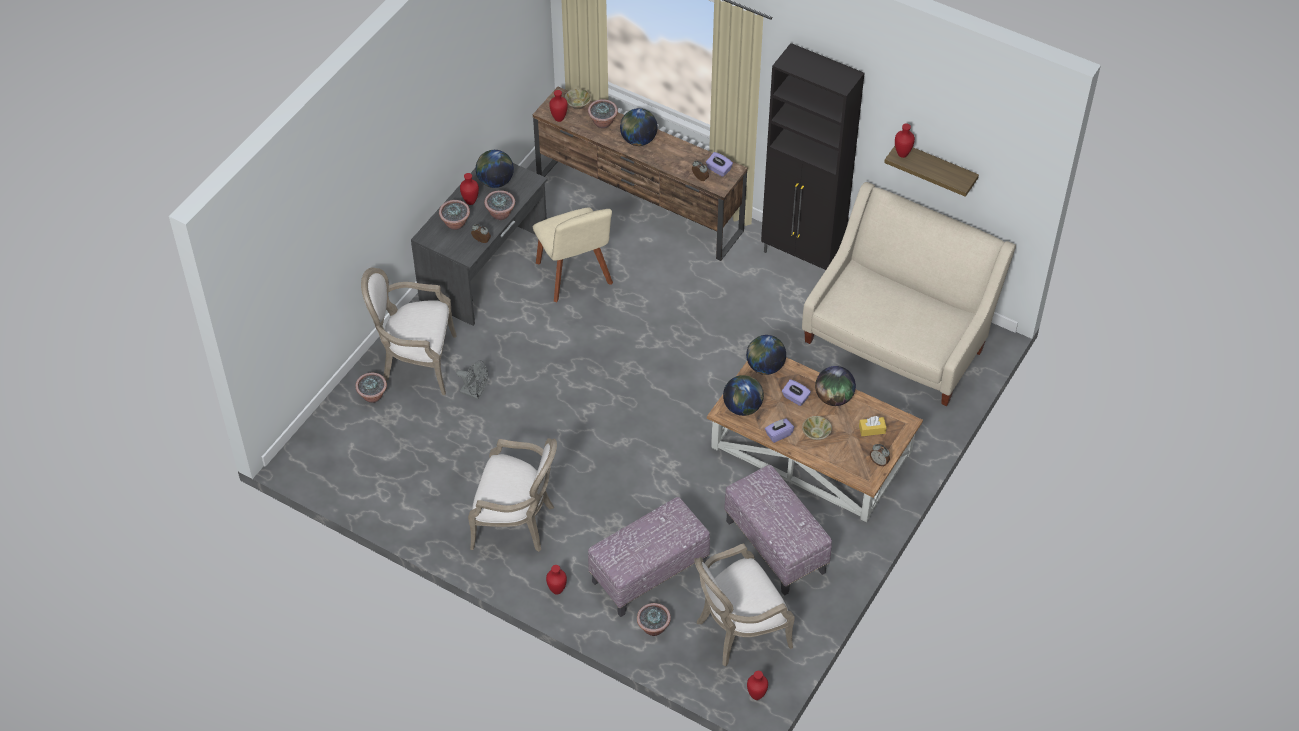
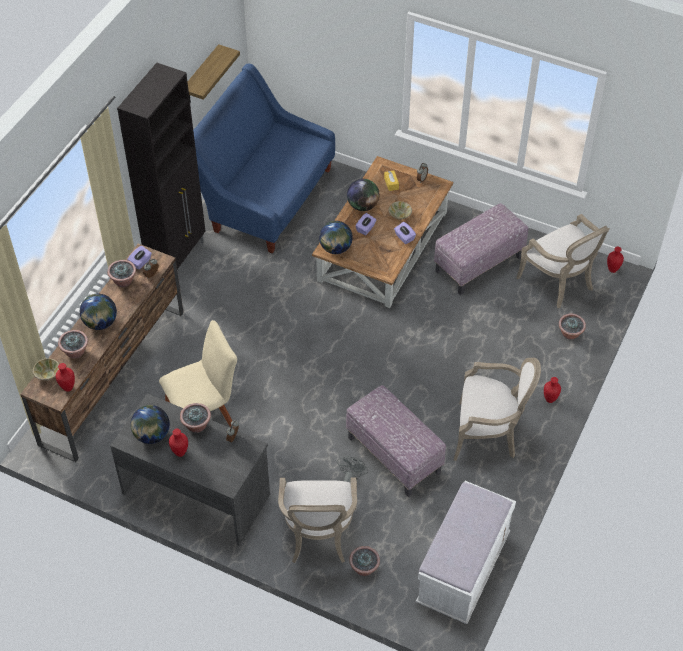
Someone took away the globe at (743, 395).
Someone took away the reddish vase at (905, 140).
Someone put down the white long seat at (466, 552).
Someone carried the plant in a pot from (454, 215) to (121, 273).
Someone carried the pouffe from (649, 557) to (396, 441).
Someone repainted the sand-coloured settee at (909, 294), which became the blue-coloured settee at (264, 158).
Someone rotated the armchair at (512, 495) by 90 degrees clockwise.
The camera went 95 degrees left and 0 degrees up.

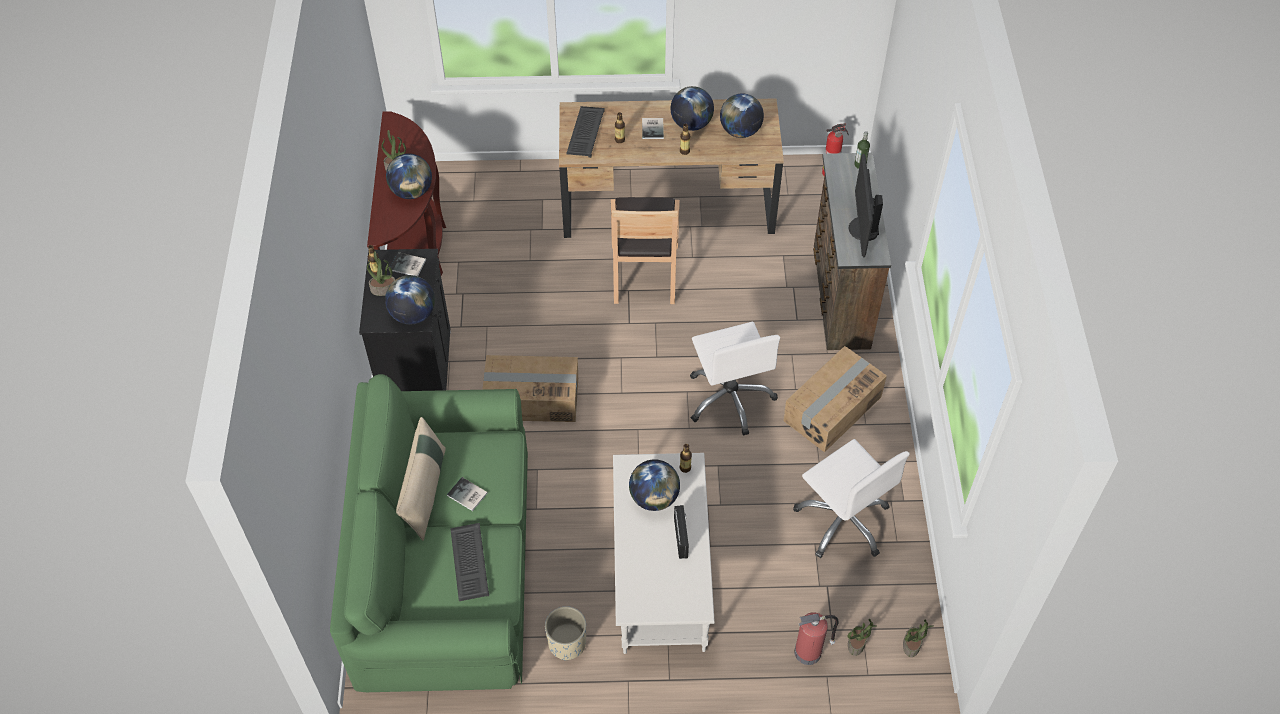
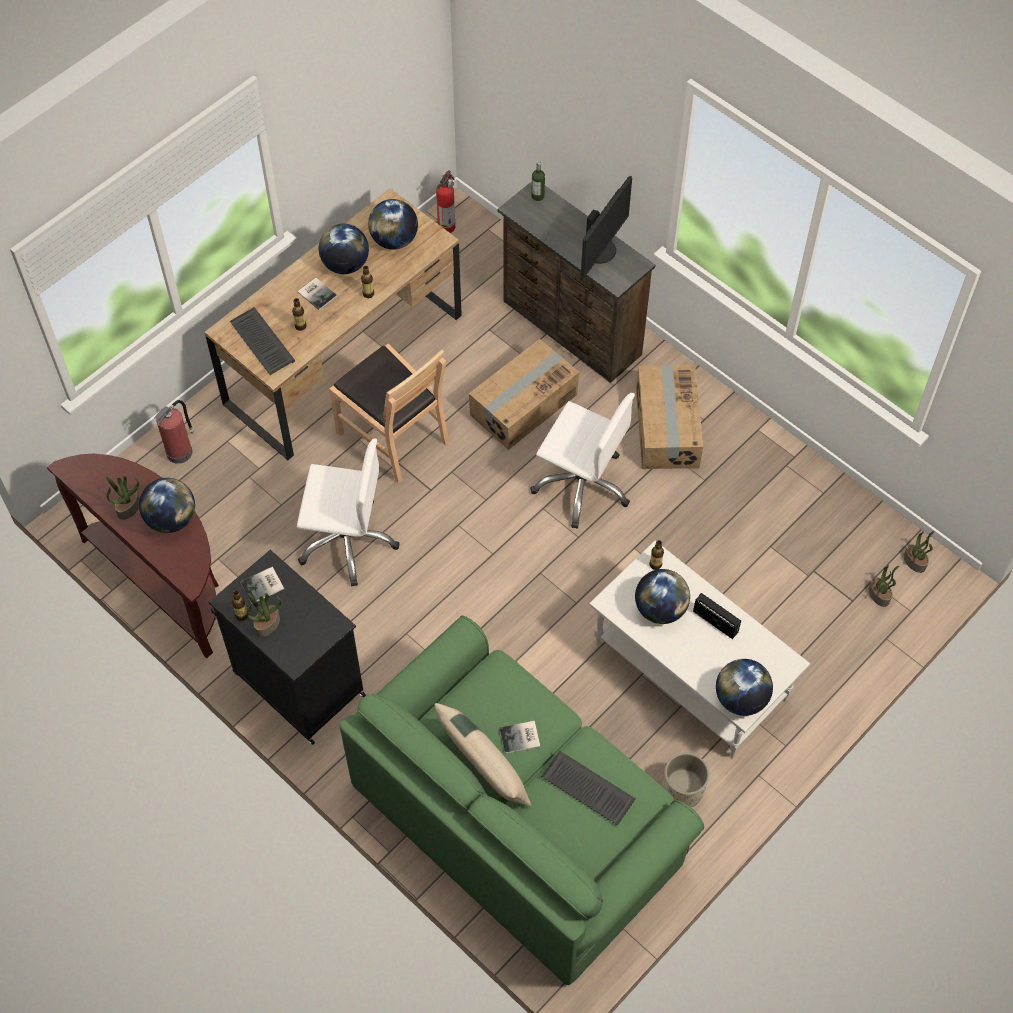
Someone carried the globe from (410, 299) to (744, 687).
Someone carried the packing box from (530, 388) to (524, 394).
Someone carried the white office chair from (851, 498) to (348, 512).
Someone carried the extinguisher from (816, 638) to (174, 432).
Someone rotated the monitor at (865, 205) by 105 degrees counterclockwise.
The camera went 45 degrees left and 5 degrees up.

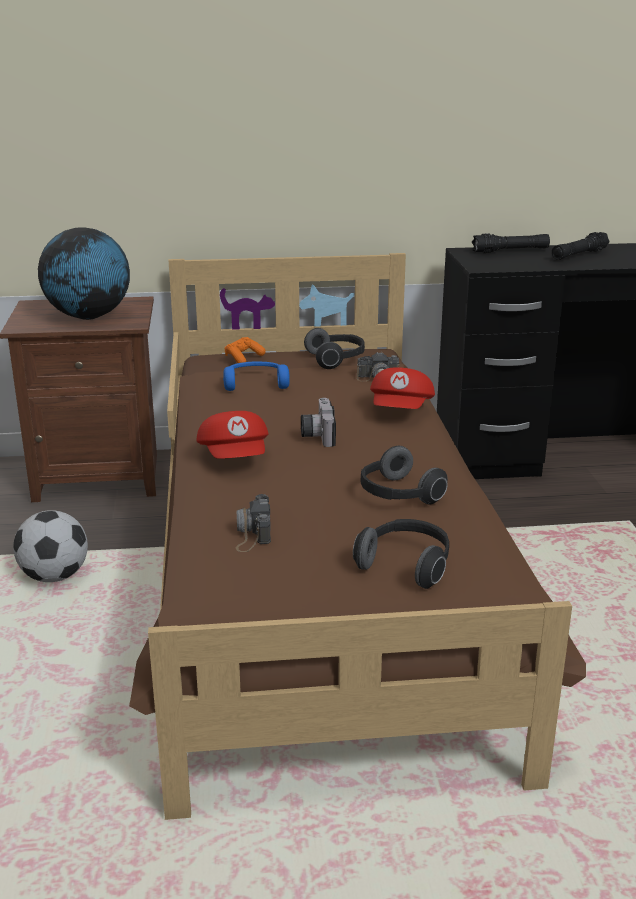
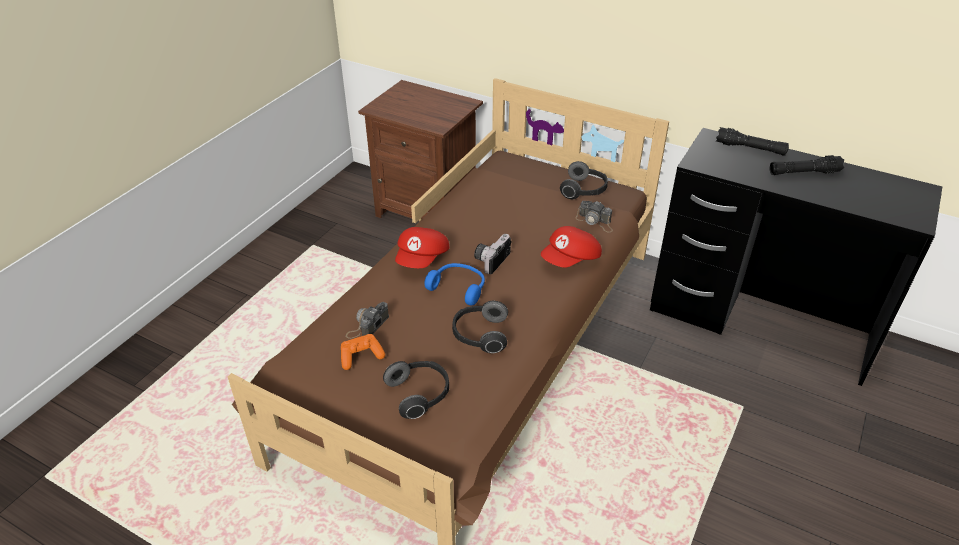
Someone took away the football at (50, 546).
Someone took away the globe at (84, 273).
Someone carried the blue-coloured pair of headphones from (256, 376) to (454, 284).
Someone carried the orangey gamepad from (245, 350) to (363, 352).
The camera went 35 degrees right and 15 degrees up.

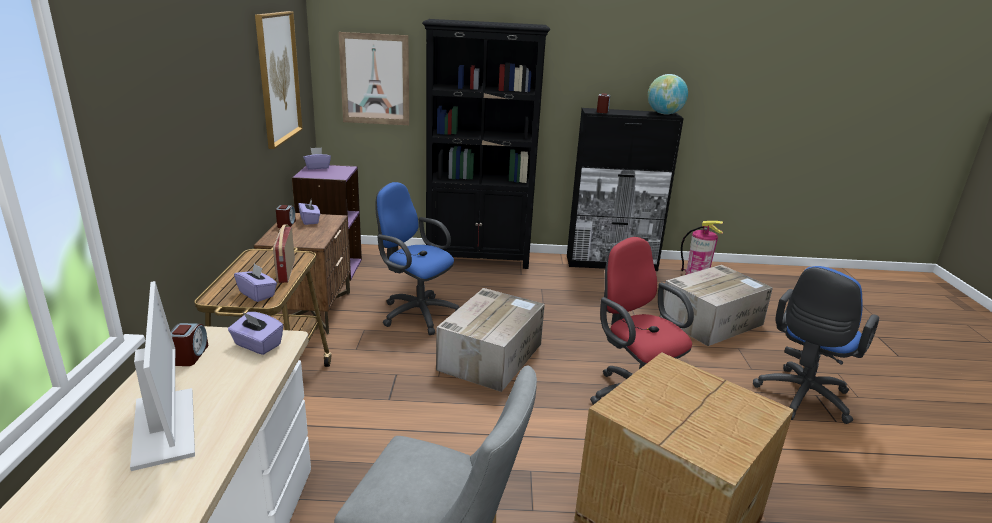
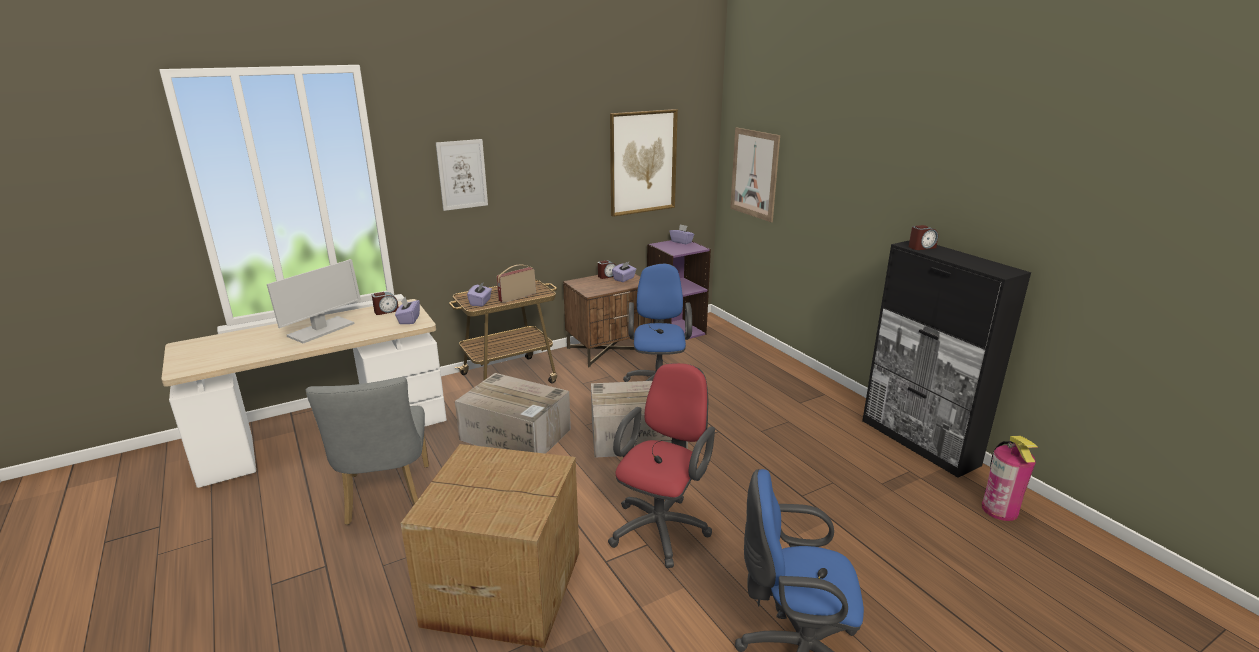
Someone took away the blackish bookshelf at (486, 144).
Someone took away the globe at (668, 94).
Someone put up the wall art at (462, 175).
Someone carried the packing box from (716, 305) to (513, 413).
The camera went 60 degrees right and 0 degrees up.

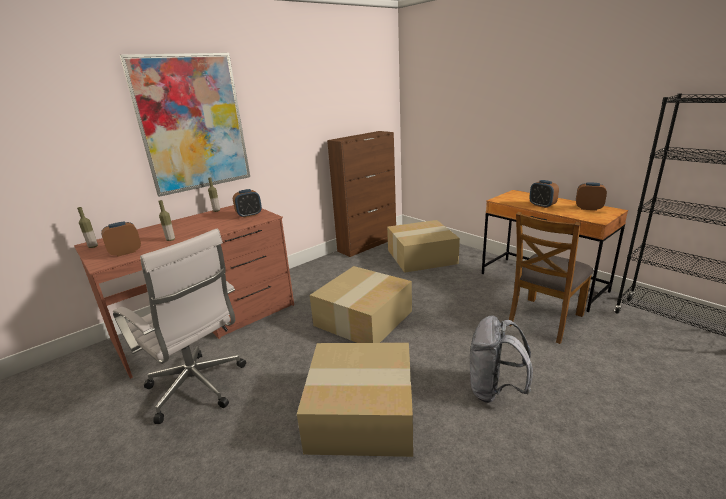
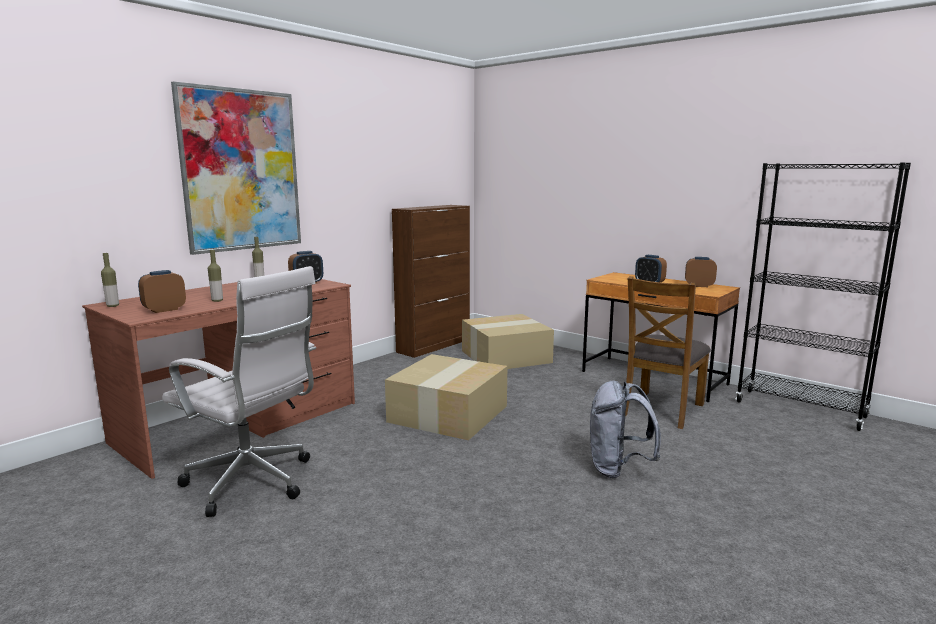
Someone took away the packing box at (355, 400).
The camera went 10 degrees left and 10 degrees down.

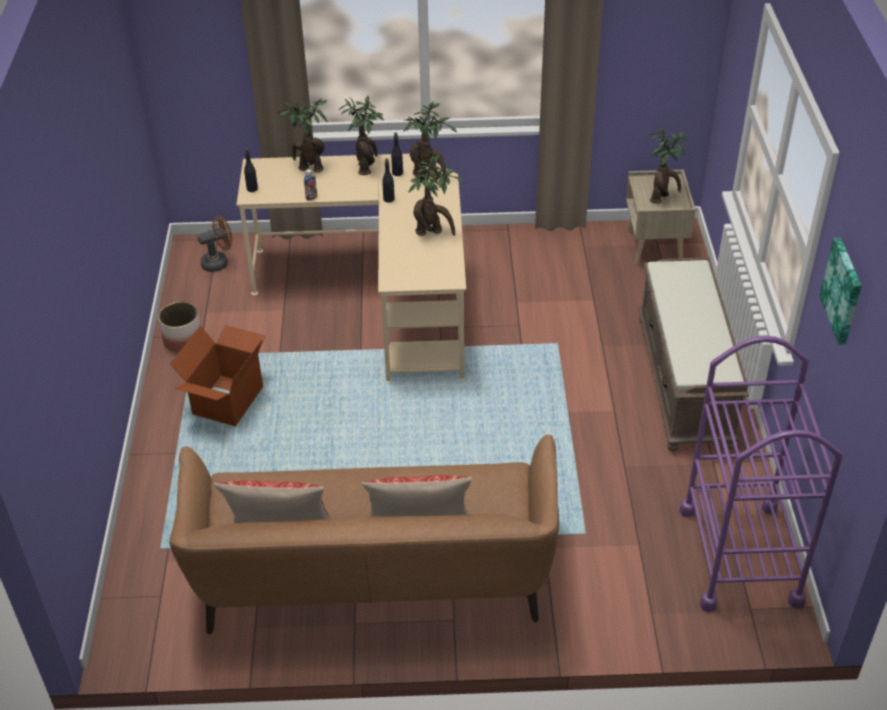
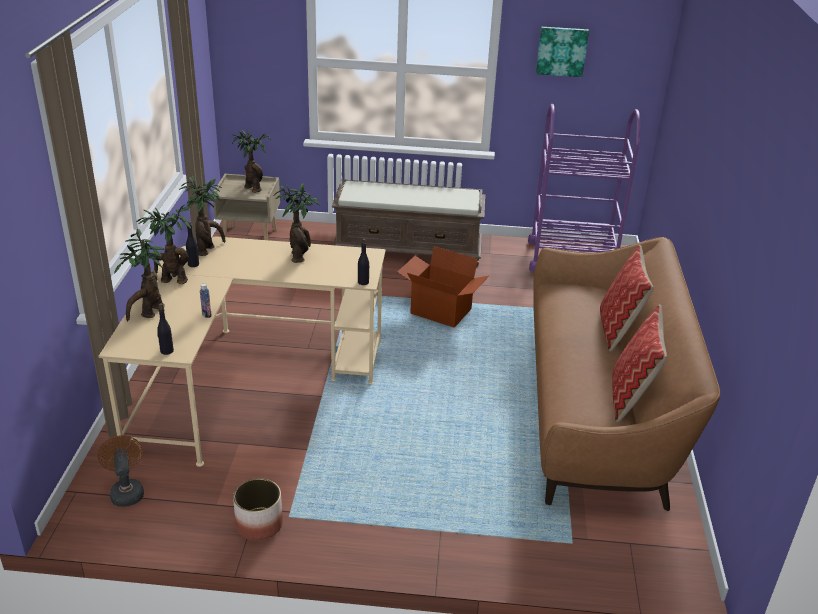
Someone carried the packing box from (218, 375) to (443, 287).
Someone carried the blackish beverage bottle from (388, 180) to (364, 262).
The camera went 85 degrees left and 10 degrees down.

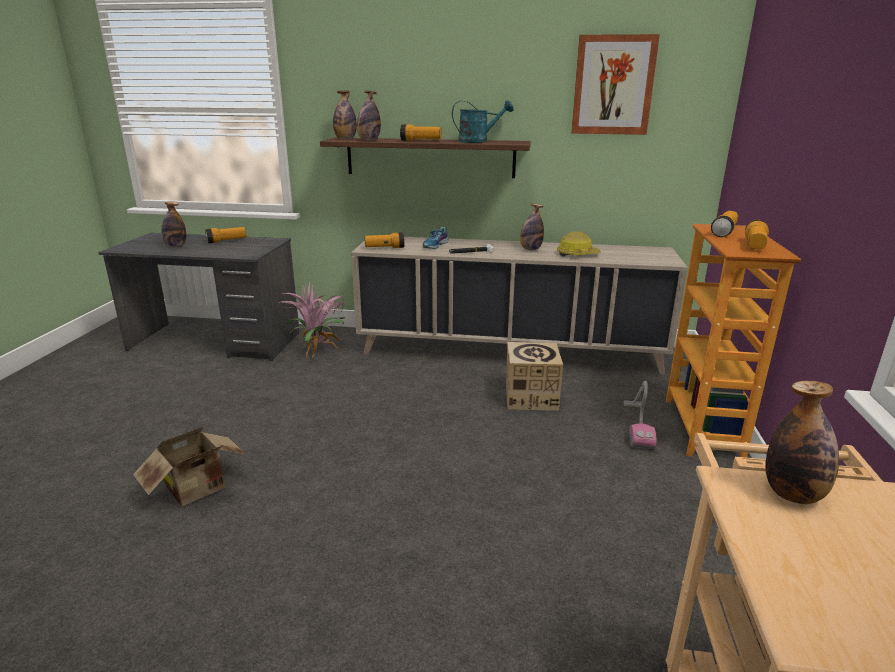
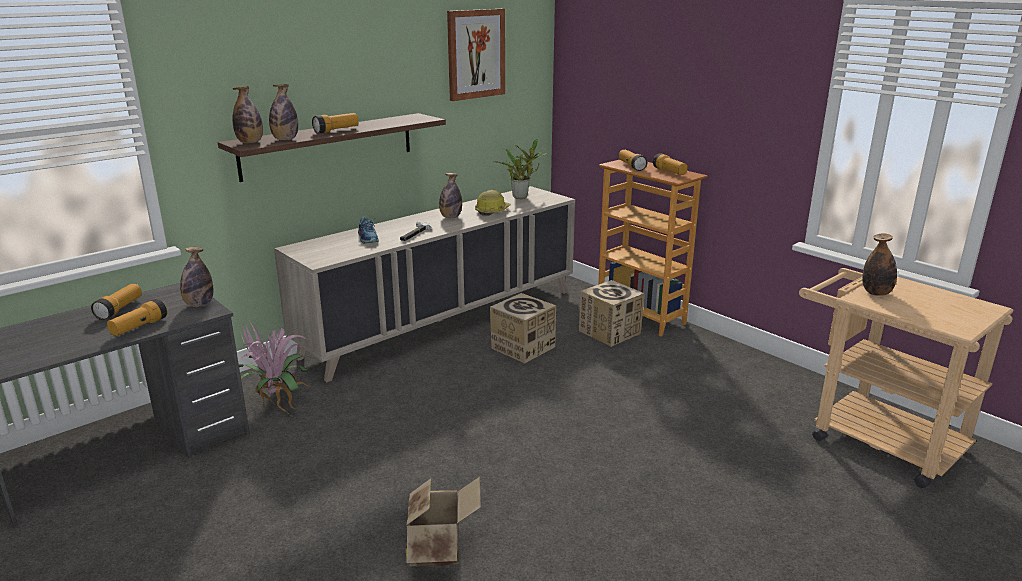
Someone took away the turquoise watering pot at (483, 121).
Someone put down the plant in a pot at (522, 169).
Someone carried the beverage bottle from (173, 224) to (196, 277).
Someone carried the hand torch from (385, 240) to (137, 317).
Someone swapped the vacuum at (640, 415) for the packing box at (612, 313).
The camera went 50 degrees left and 0 degrees up.

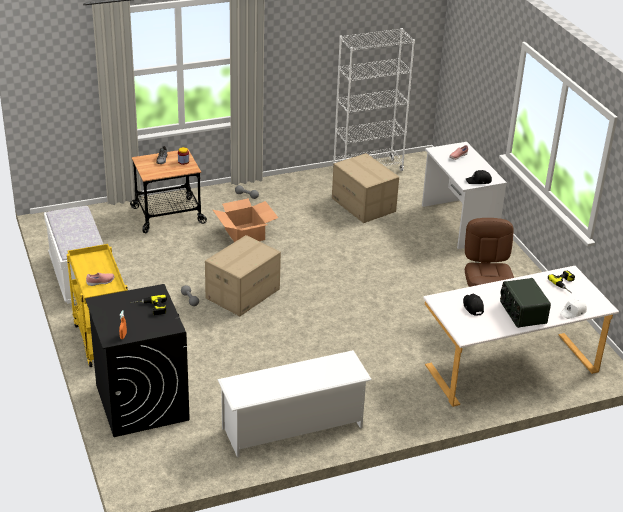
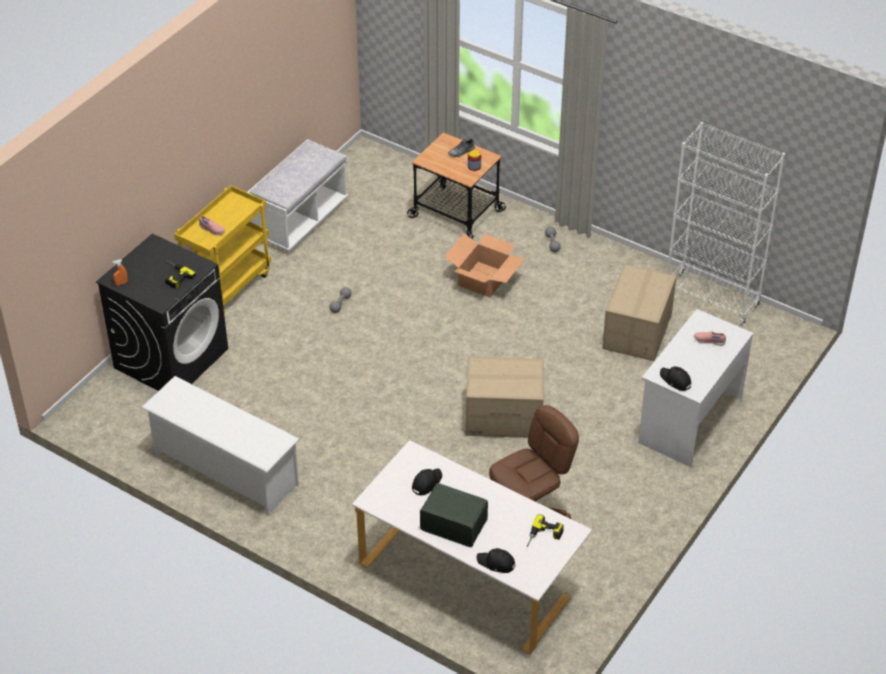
Someone carried the packing box from (243, 275) to (505, 397).
Someone repainted the white peaked cap at (573, 309), which became the blackish peaked cap at (496, 560).
Someone rotated the radio set at (525, 303) by 75 degrees clockwise.
The camera went 55 degrees right and 10 degrees up.

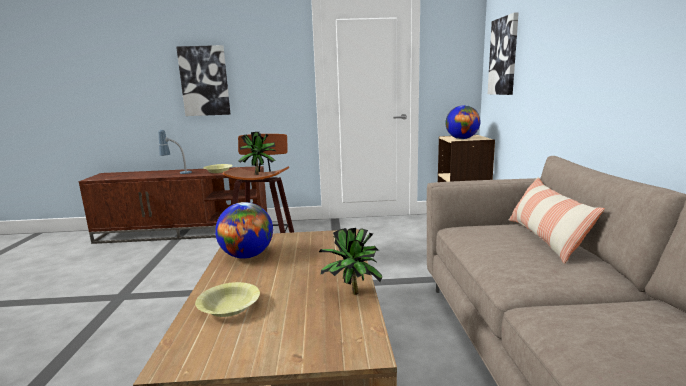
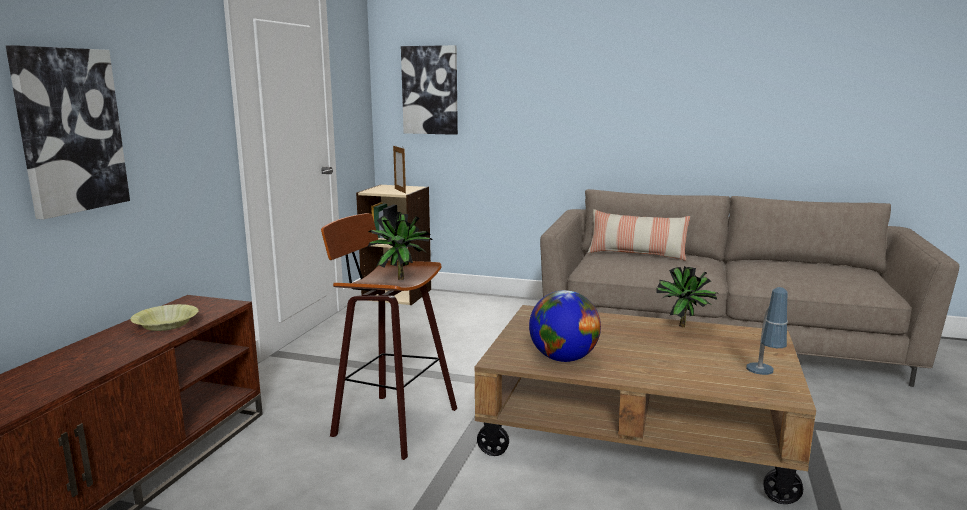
Someone took away the yellowish serving bowl at (227, 299).
Someone carried the tabletop lamp from (175, 152) to (767, 331).
Someone swapped the globe at (462, 122) for the picture frame at (399, 169).
The camera went 70 degrees left and 0 degrees up.

